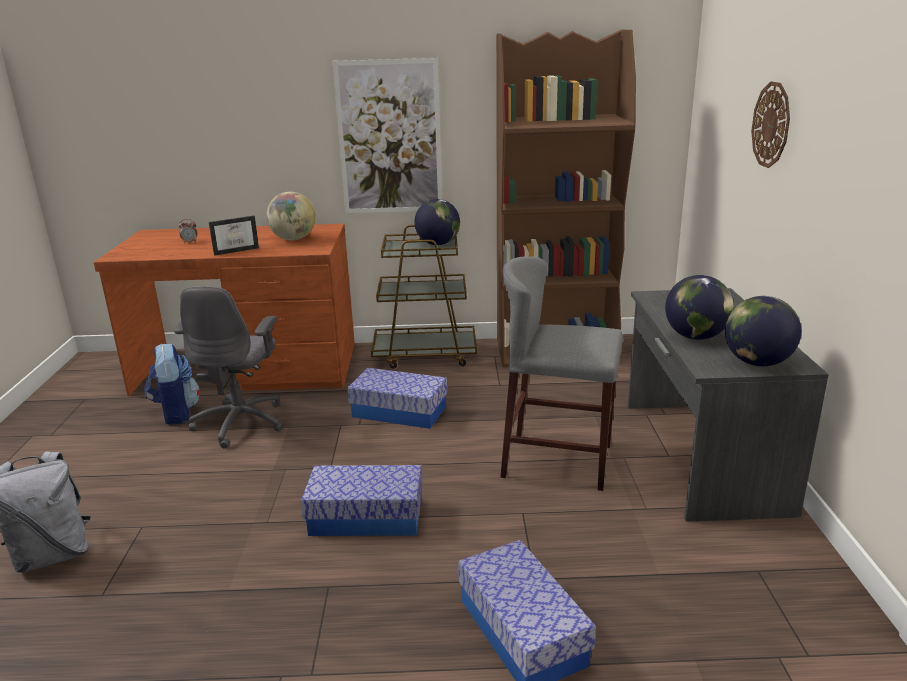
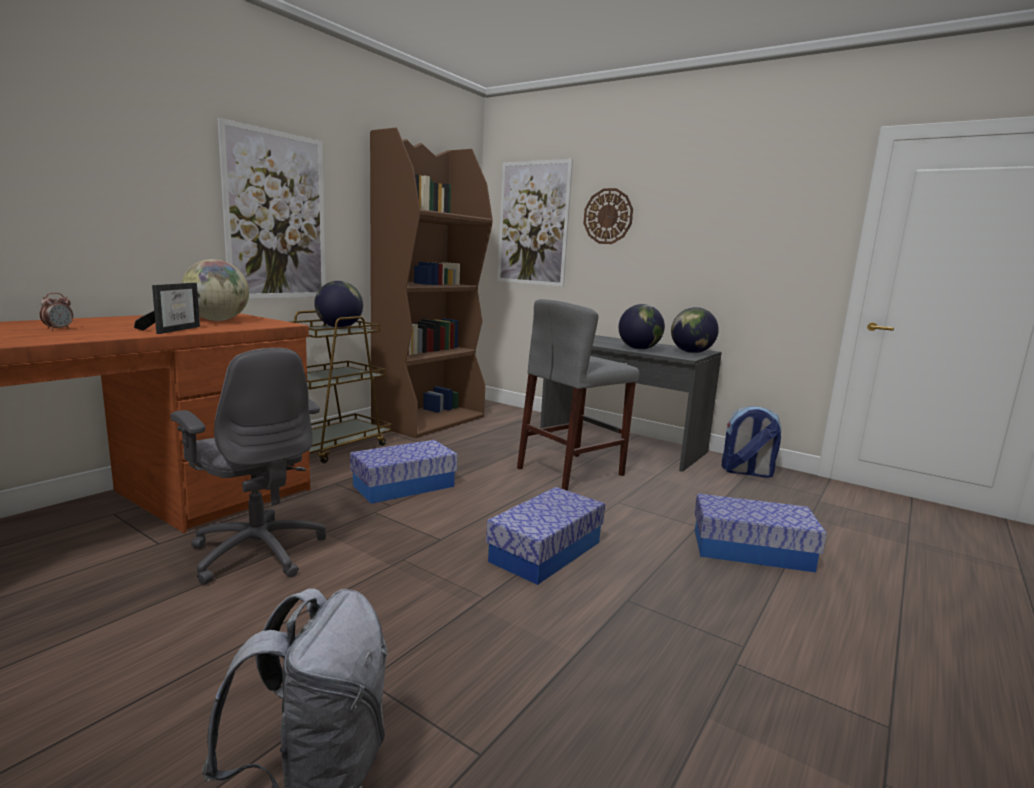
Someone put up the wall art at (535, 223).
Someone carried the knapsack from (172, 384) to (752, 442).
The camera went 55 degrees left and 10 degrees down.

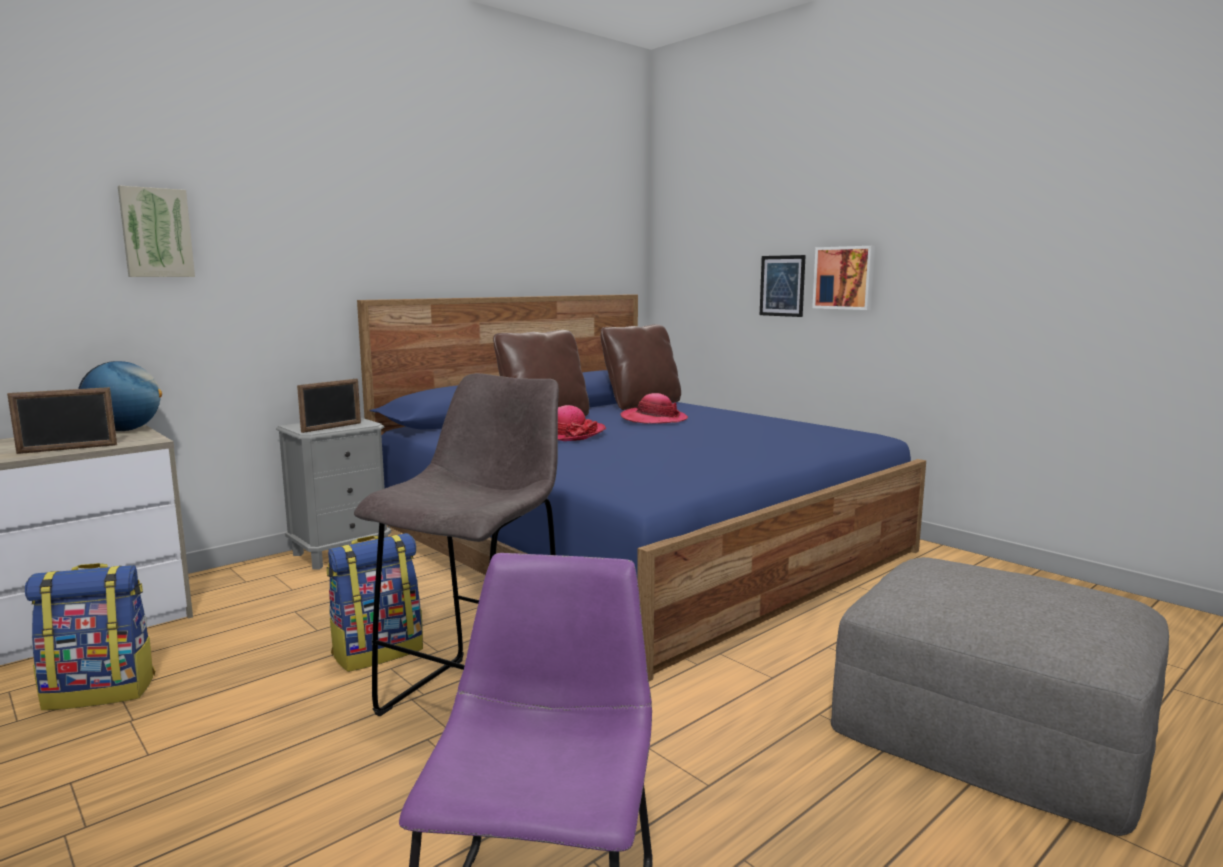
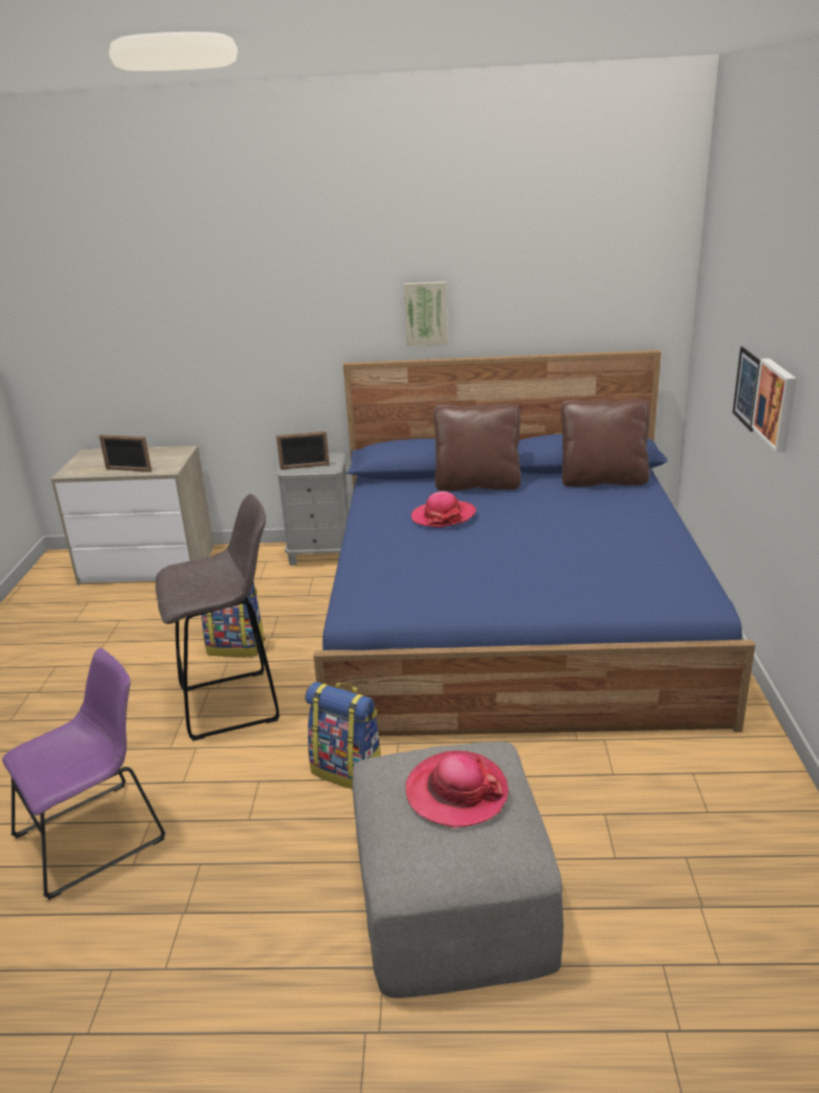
Someone took away the globe at (120, 396).
Someone carried the knapsack from (90, 636) to (343, 735).
Someone carried the wall art from (156, 231) to (425, 313).
Someone carried the hat from (654, 408) to (457, 789).
The camera went 45 degrees right and 15 degrees up.

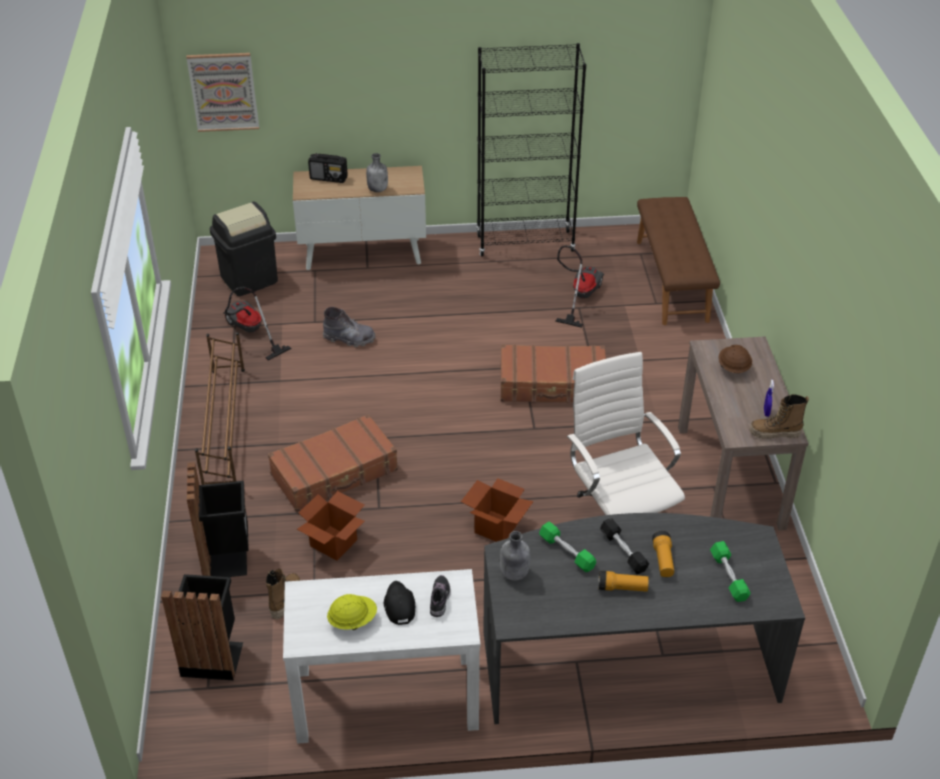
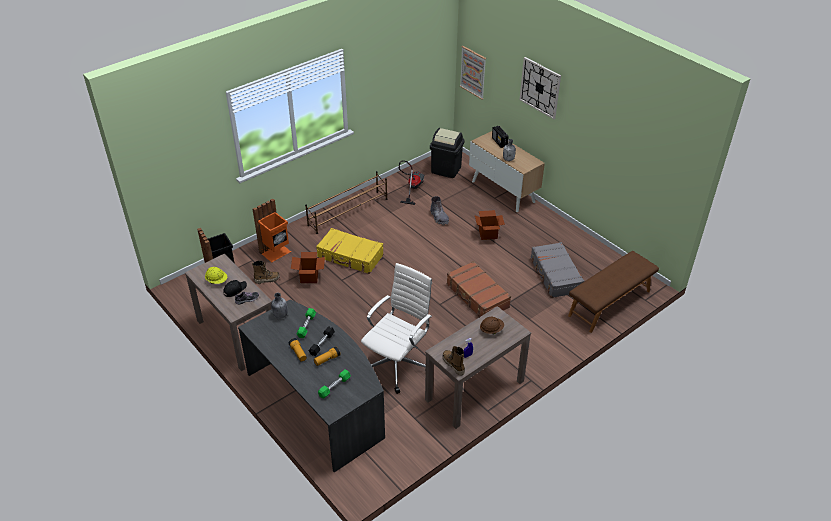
Someone took away the blackish bookshelf at (531, 149).
Someone put up the clock on the wall at (540, 88).
Someone carried the packing box from (497, 510) to (490, 225).
Someone swapped the vacuum at (579, 286) for the gray piece of luggage at (557, 270).
Someone repainted the blackish trash can at (218, 519), which became the orangey trash can at (272, 231).
Someone repainted the brownish piece of luggage at (333, 463), which became the yellowish piece of luggage at (350, 251).
Someone repainted the white narrow table at (382, 656), which became the brownish narrow table at (228, 312).
The camera went 55 degrees right and 0 degrees up.

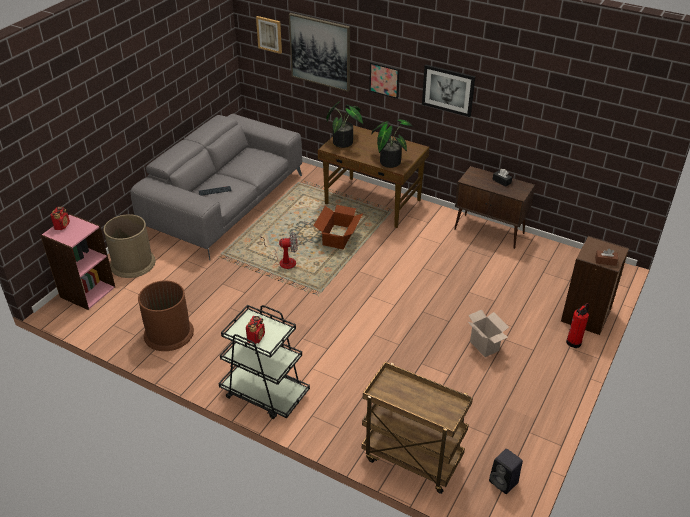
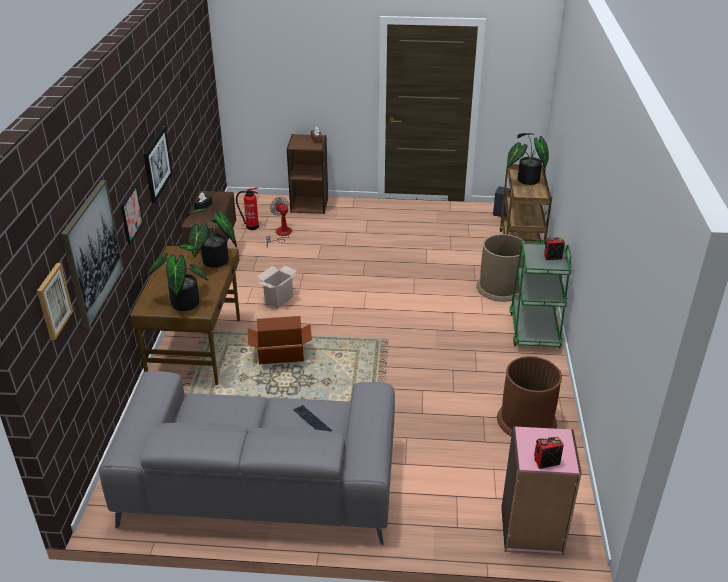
Someone put down the plant in a pot at (528, 159).
Someone carried the brownish trash can from (129, 246) to (500, 268).
Someone carried the electric fan from (279, 250) to (279, 222).
Someone carried the packing box from (488, 333) to (277, 287).
Someone carried the extinguisher from (577, 325) to (247, 209).
Someone repainted the blackish cart at (264, 362), which became the green cart at (540, 293).
The camera went 115 degrees left and 5 degrees down.

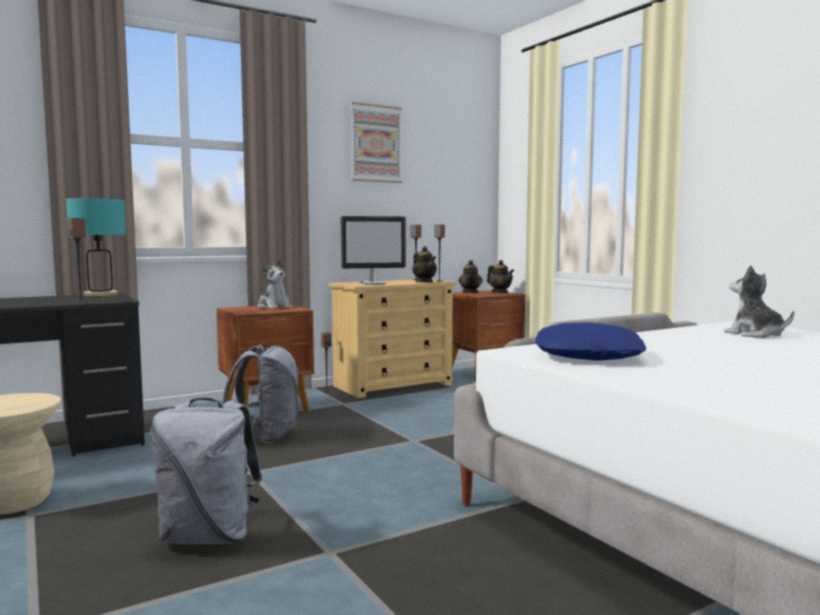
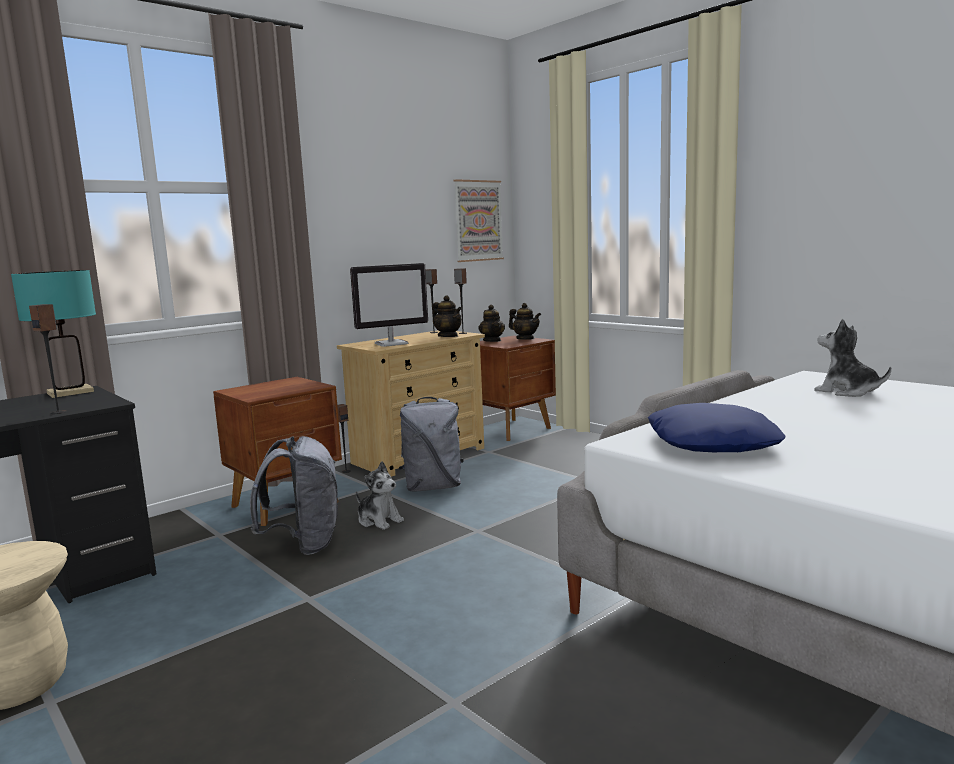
Someone carried the gray knapsack from (206, 471) to (431, 444).
Someone carried the cuddly toy from (275, 283) to (380, 495).
Someone carried the wall art from (376, 142) to (479, 220).
The camera went 10 degrees left and 5 degrees up.

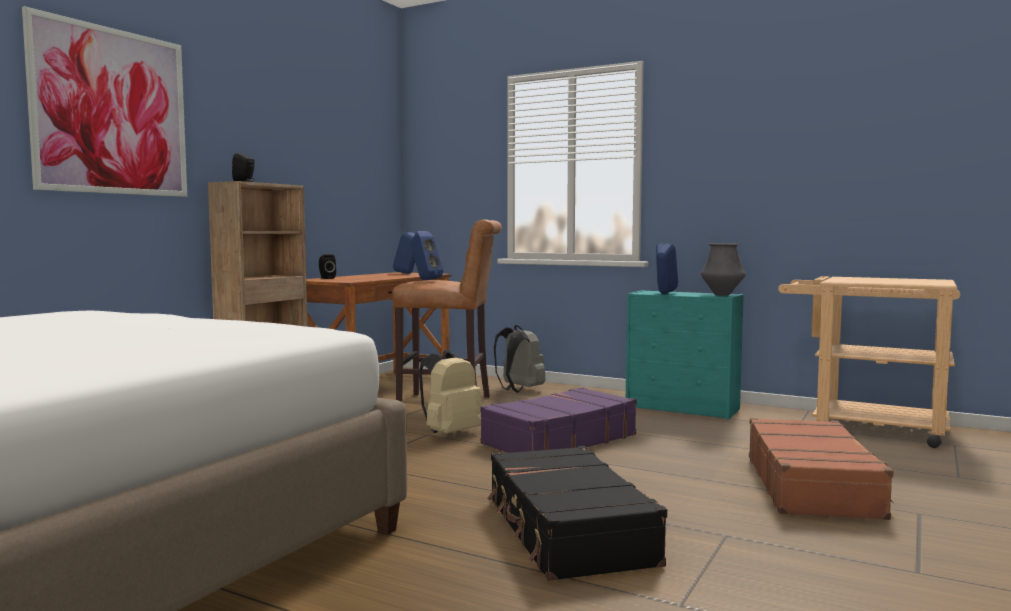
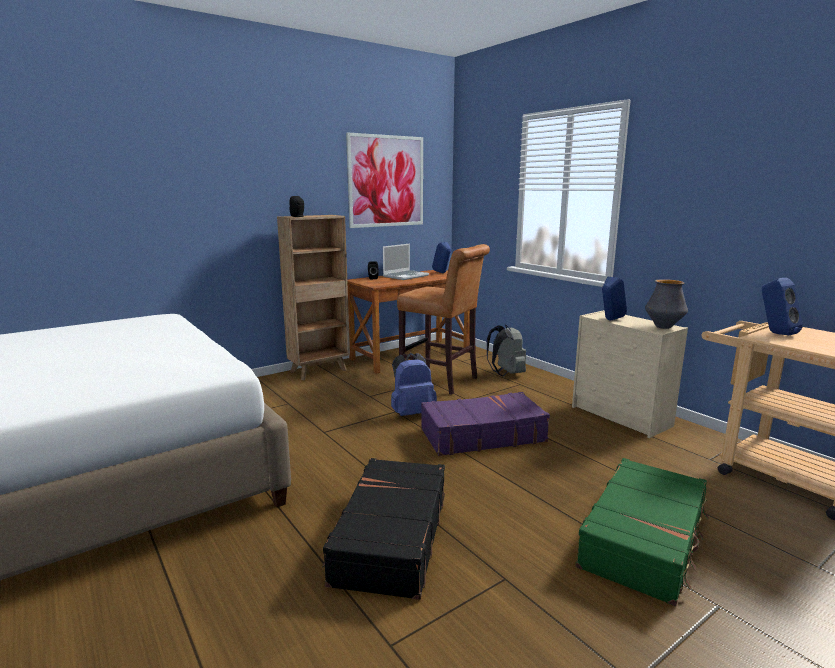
Someone put down the laptop at (406, 262).
Someone carried the wall art from (104, 101) to (384, 180).
Someone carried the blue-coloured speaker from (426, 255) to (782, 306).
Someone repainted the sand-coloured knapsack at (451, 392), which became the blue-coloured knapsack at (414, 384).
Someone repainted the turquoise chest of drawers at (685, 355), which became the sand-coloured chest of drawers at (630, 374).
Someone repainted the brownish piece of luggage at (821, 469), which became the green piece of luggage at (642, 532).
The camera went 25 degrees right and 10 degrees up.

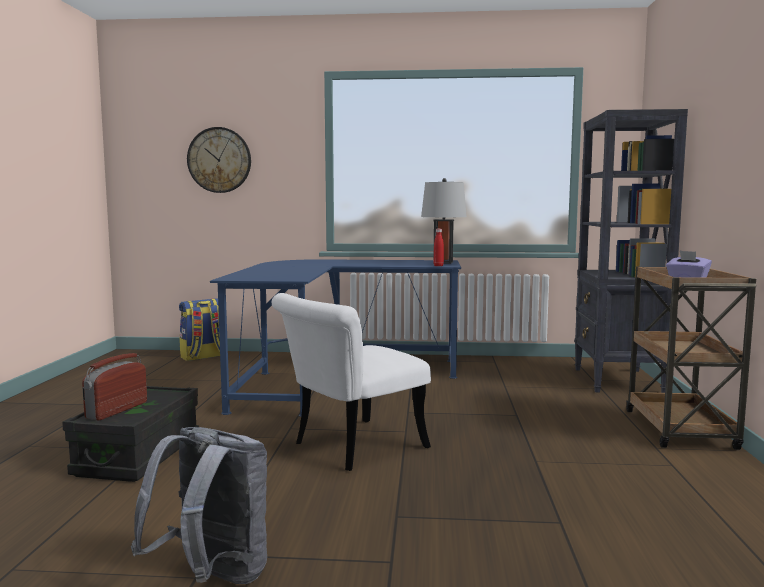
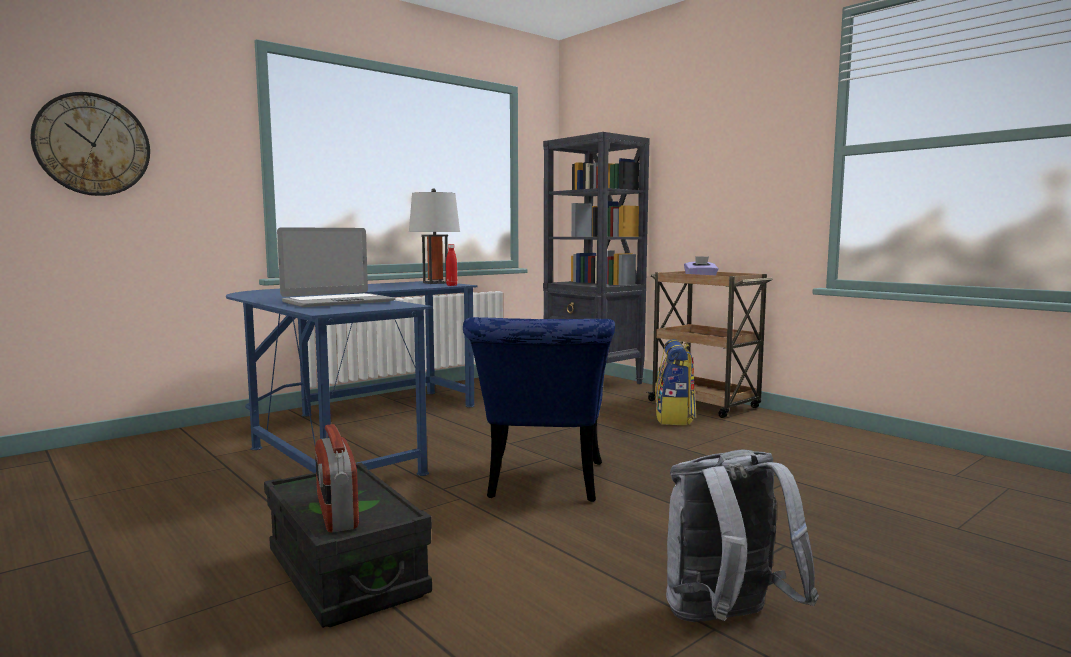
Someone put down the laptop at (336, 267).
Someone carried the knapsack from (199, 329) to (675, 382).
Someone repainted the white chair at (351, 382), which became the blue-coloured chair at (539, 409).
The camera went 45 degrees left and 0 degrees up.

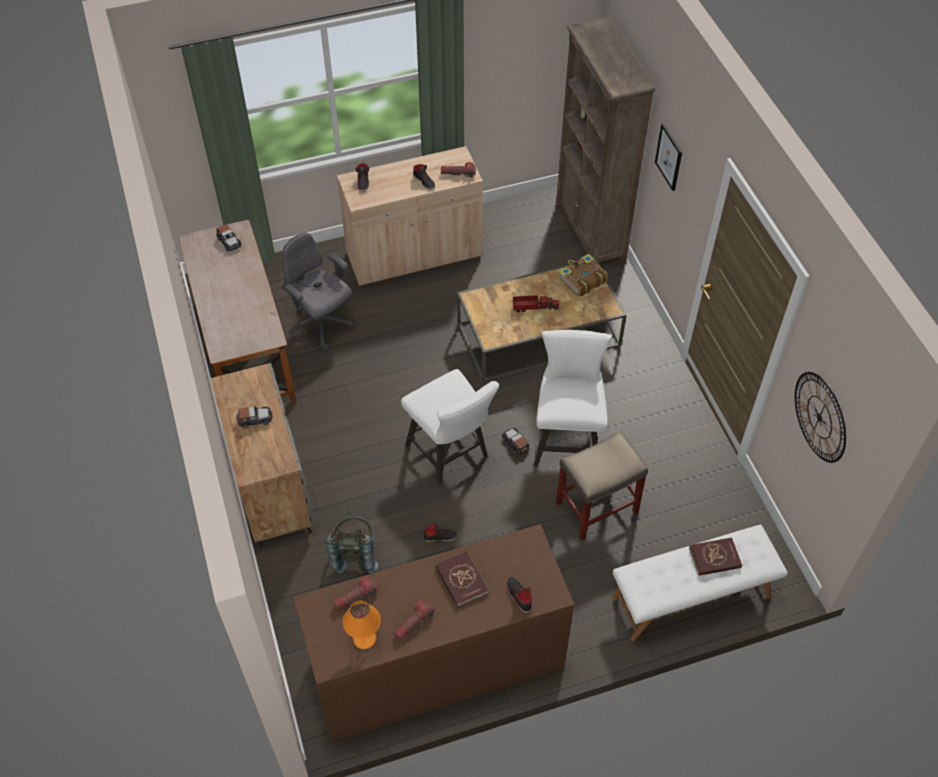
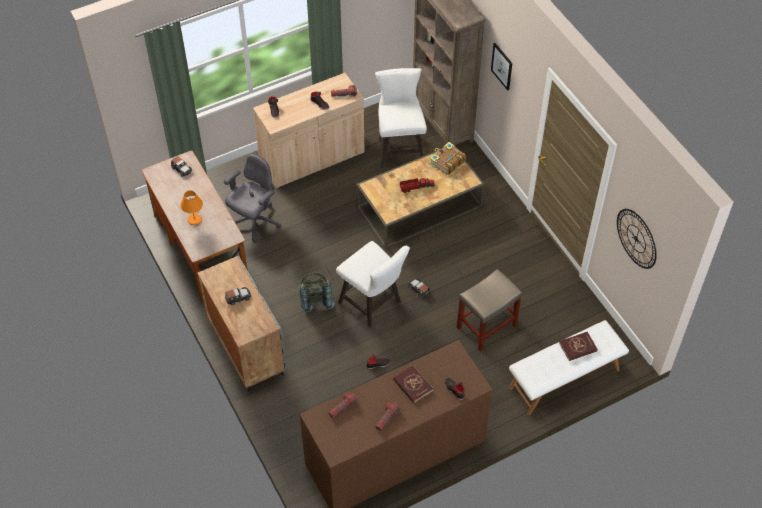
Someone carried the gray knapsack from (352, 544) to (316, 292).
Someone carried the orangey tabletop lamp from (362, 625) to (191, 207).
Someone carried the white sitting stool from (573, 398) to (401, 118).
Someone rotated the gray office chair at (318, 292) by 90 degrees clockwise.
The camera went 10 degrees left and 0 degrees up.

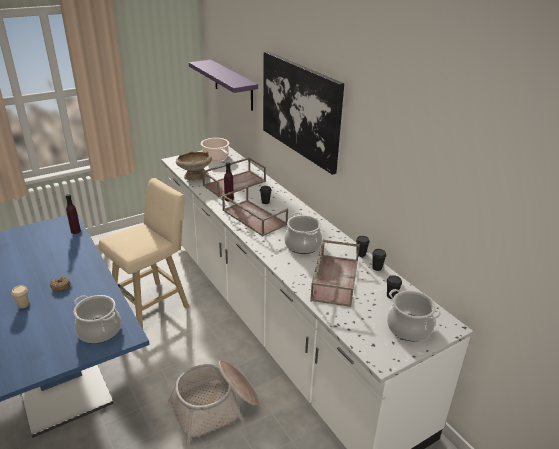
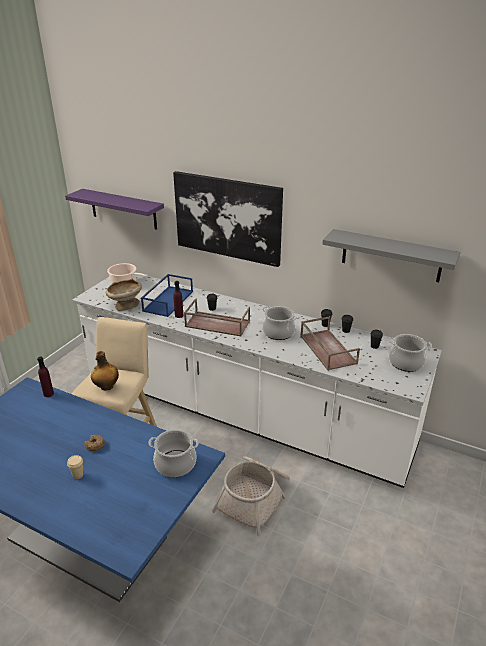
Someone put down the beverage bottle at (105, 370).
Someone put up the gray bracket shelf at (391, 255).
Someone repainted the brownish serving tray at (234, 177), which became the blue-coloured serving tray at (167, 295).
The camera went 30 degrees left and 0 degrees up.

